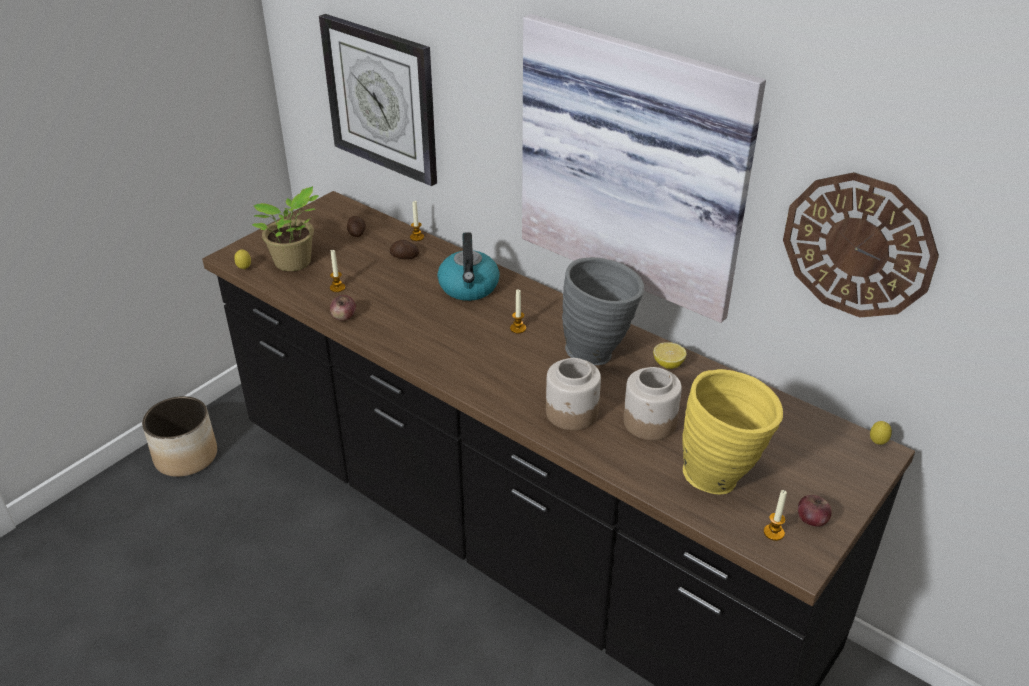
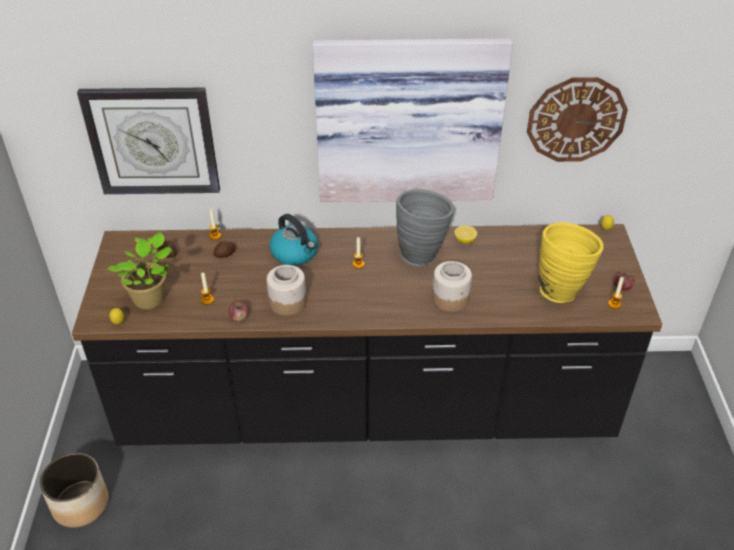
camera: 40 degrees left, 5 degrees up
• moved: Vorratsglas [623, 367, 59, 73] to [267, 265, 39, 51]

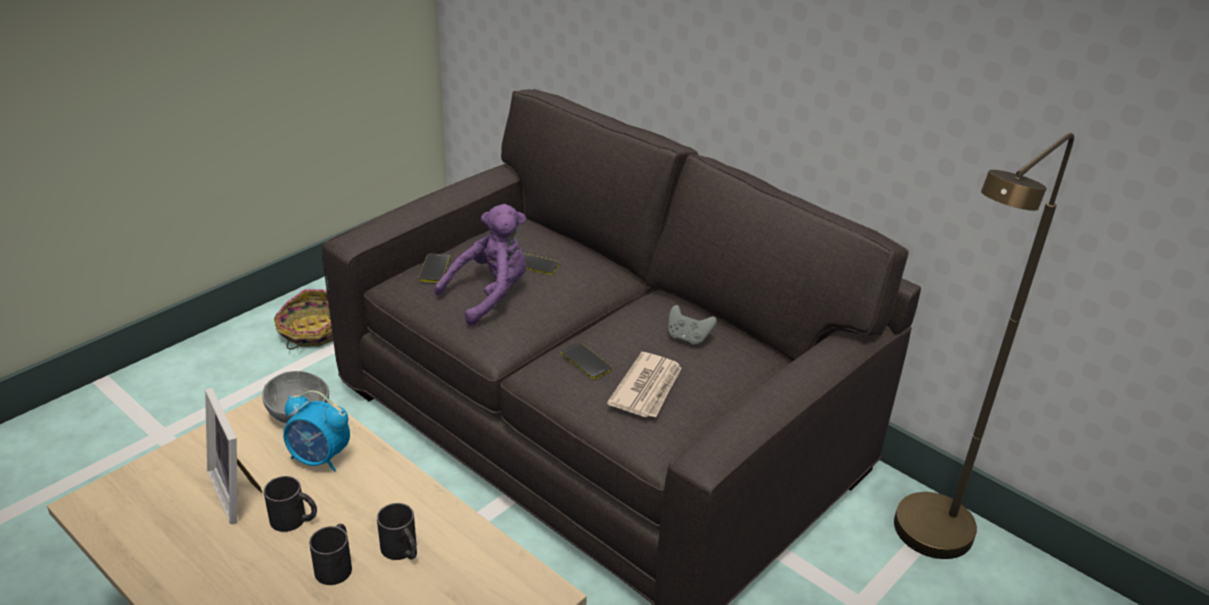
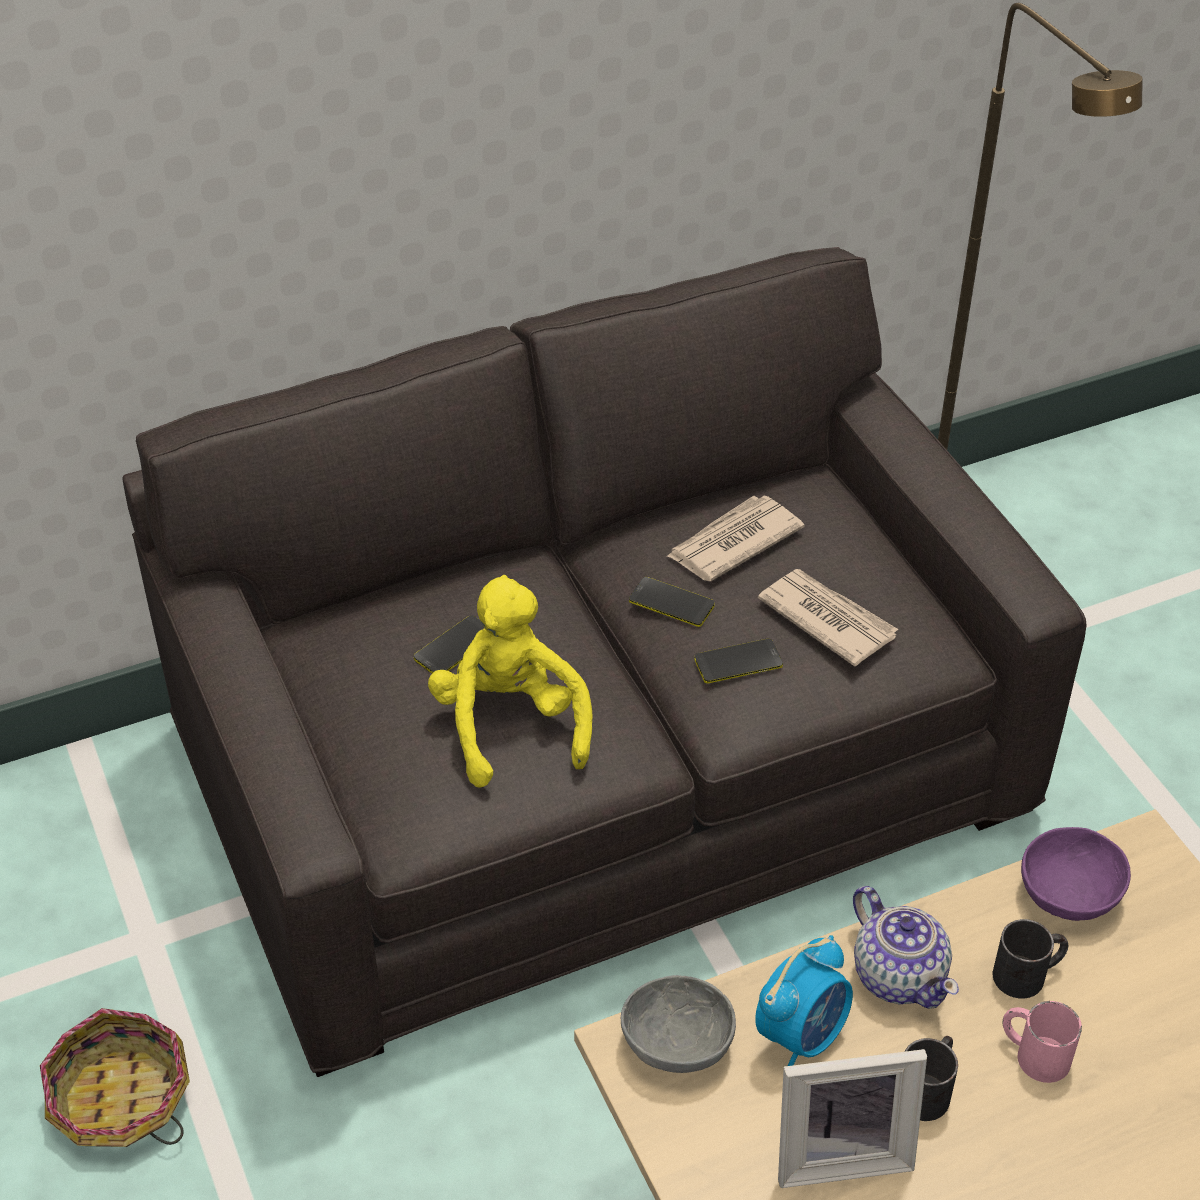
camera: 65 degrees left, 10 degrees up
• recoloured: Henkelbecher/schwarz [309, 524, 43, 61] to Henkelbecher/rosa [1002, 1001, 80, 82]
• moved: Handy [419, 253, 31, 29] to [629, 577, 86, 50]
• recoloured: Plüschtier/lila [434, 204, 93, 122] to Plüschtier/gelb [428, 575, 164, 213]
• replaced: Gamepad/grau [668, 305, 49, 41] to Zeitung [666, 496, 139, 85]
• added: Teekanne [853, 886, 106, 123]
• added: Schüssel/lila [1021, 827, 110, 94]

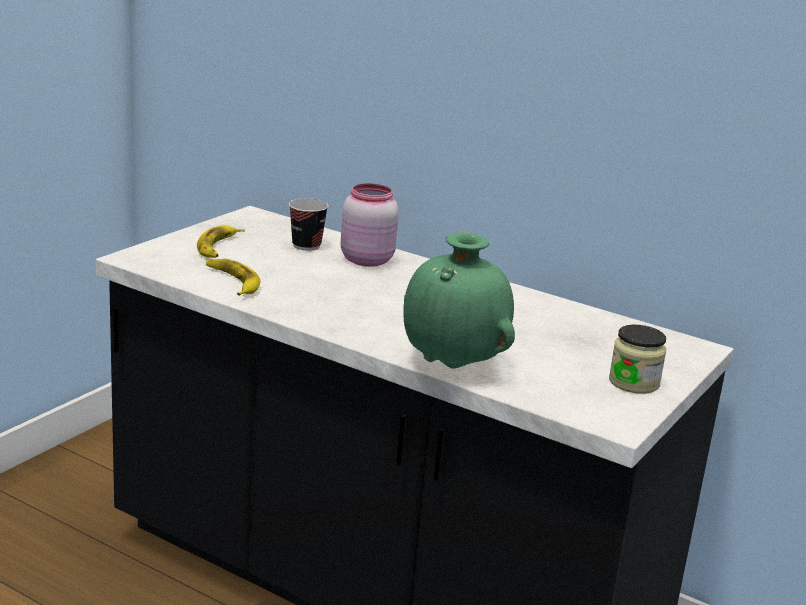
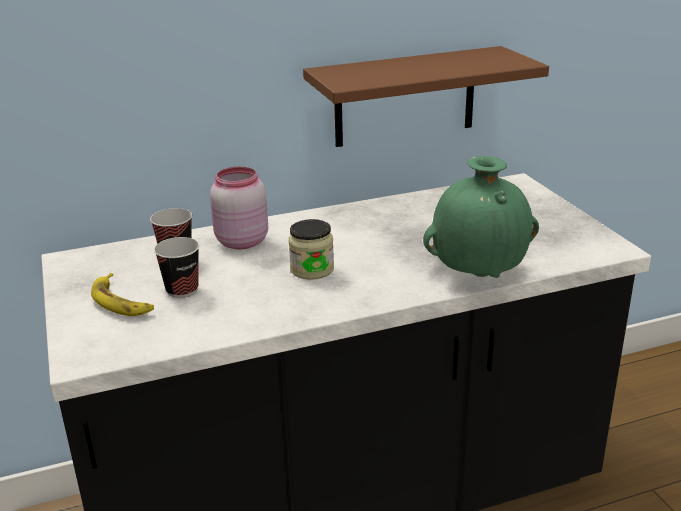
camera: 50 degrees left, 5 degrees up
• removed: Banane [206, 259, 54, 37]
• moved: Vorratsglas [609, 325, 57, 69] to [288, 219, 46, 61]
• added: Tasse [154, 237, 45, 61]
• added: Wandregal/braun [303, 46, 246, 101]

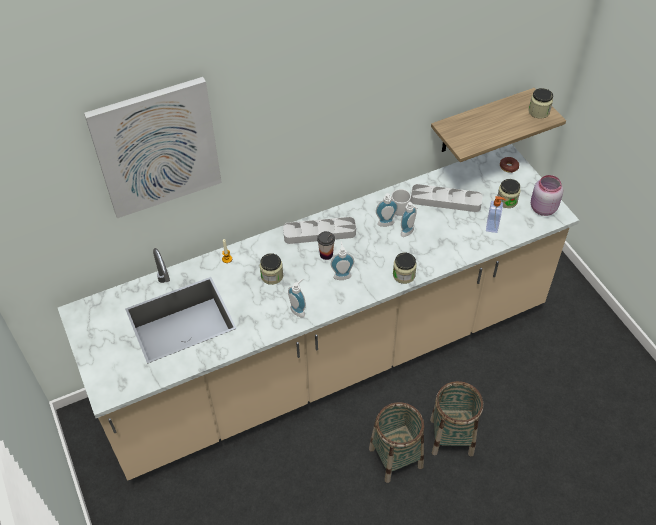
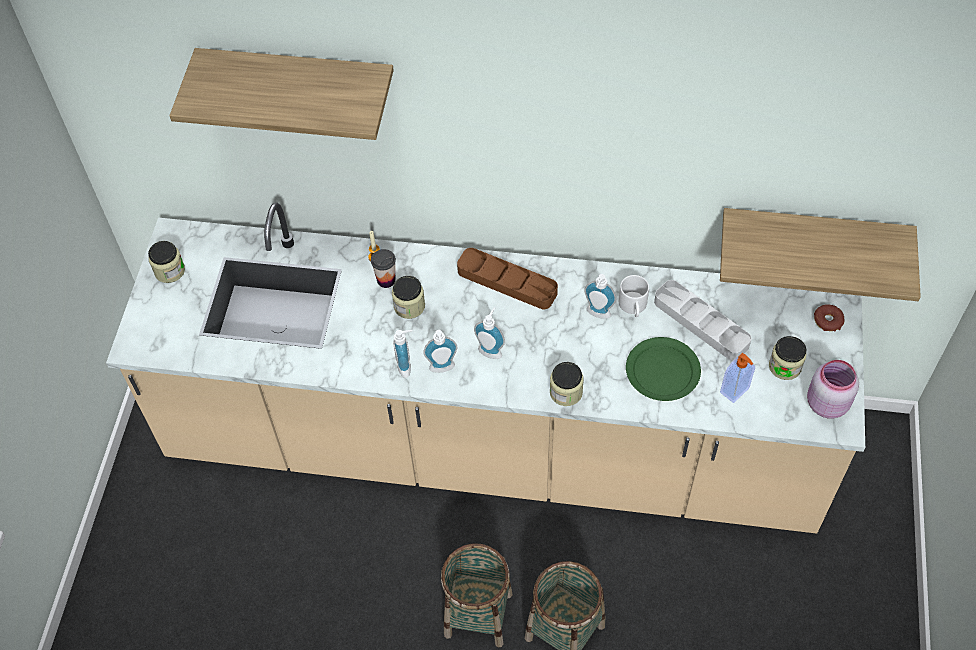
camera: 35 degrees right, 5 degrees up
• replaced: Bild [84, 77, 138, 141] to Wandregal [169, 48, 225, 92]
• recoloured: Tablett/grau [283, 217, 73, 27] to Tablett/braun [457, 248, 101, 61]
• moved: Tasse [317, 231, 18, 29] to [371, 249, 25, 39]
• moved: Seifenspender [401, 202, 16, 35] to [423, 330, 34, 43]
• moved: Vorratsglas [528, 88, 25, 31] to [148, 241, 37, 42]
• added: Teller/grün [626, 337, 75, 64]

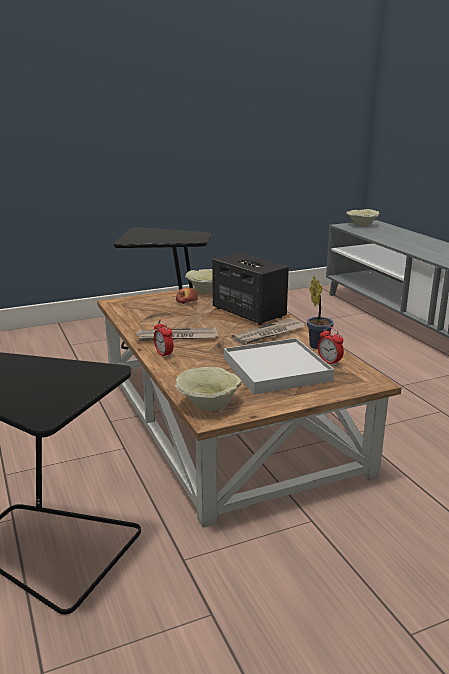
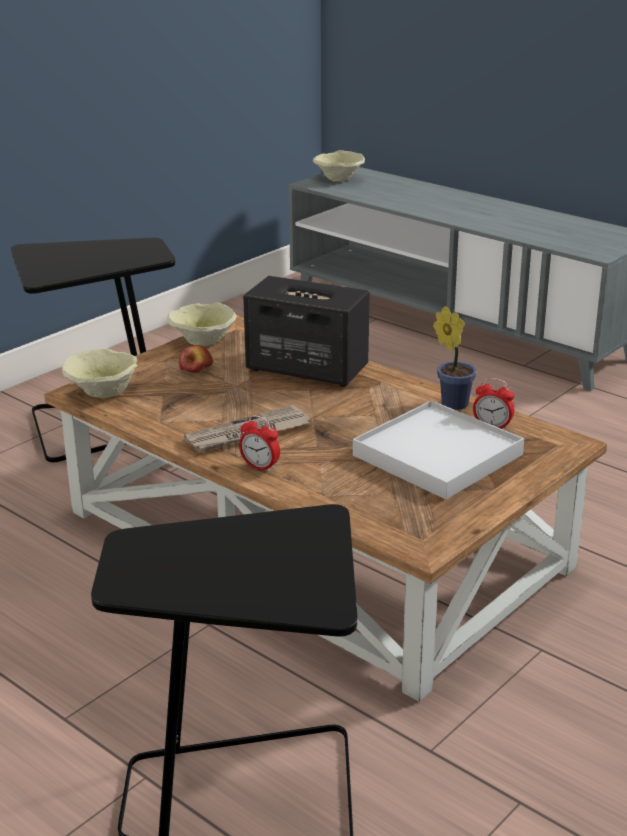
camera: 25 degrees left, 5 degrees up
• moved: Schüssel/beige [175, 367, 67, 44] to [62, 349, 76, 49]
• removed: Zeitung [232, 318, 74, 27]

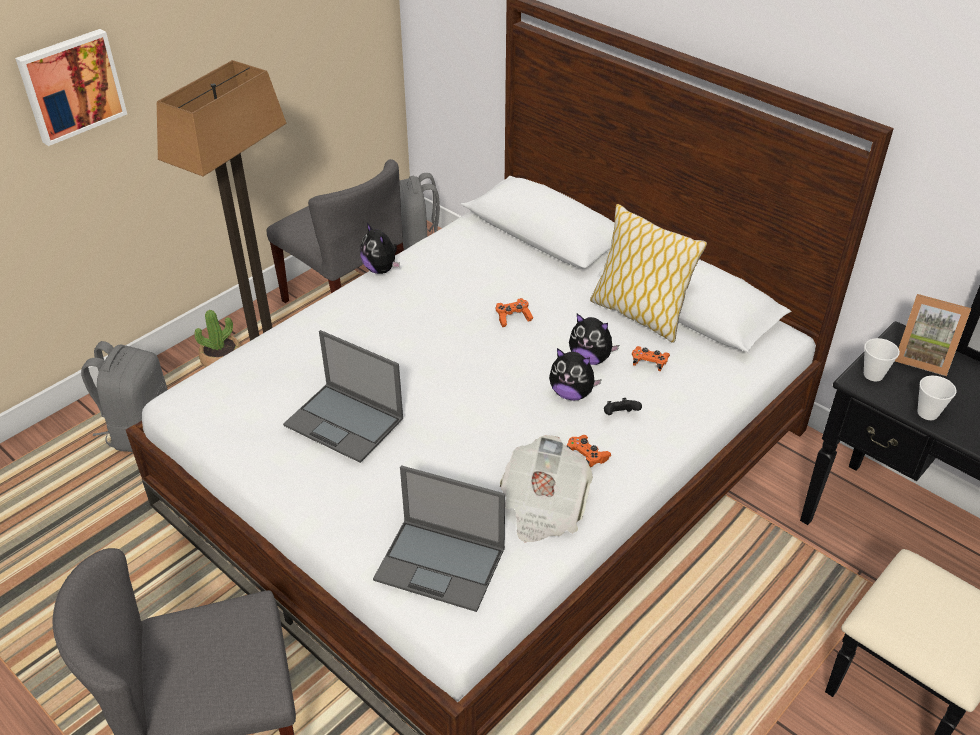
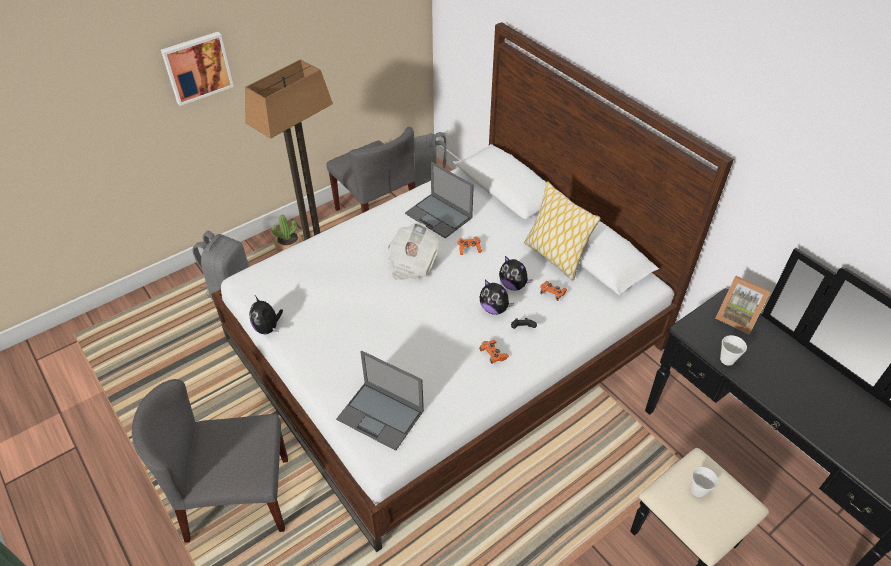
camera: 10 degrees right, 5 degrees up
• moved: Laptop [283, 330, 120, 133] to [405, 162, 69, 77]
• moved: Plüschtier [360, 223, 40, 51] to [249, 296, 34, 38]
• moved: Zeitung [500, 435, 93, 107] to [388, 223, 52, 57]
• moved: Tasse [864, 338, 36, 44] to [691, 467, 27, 30]

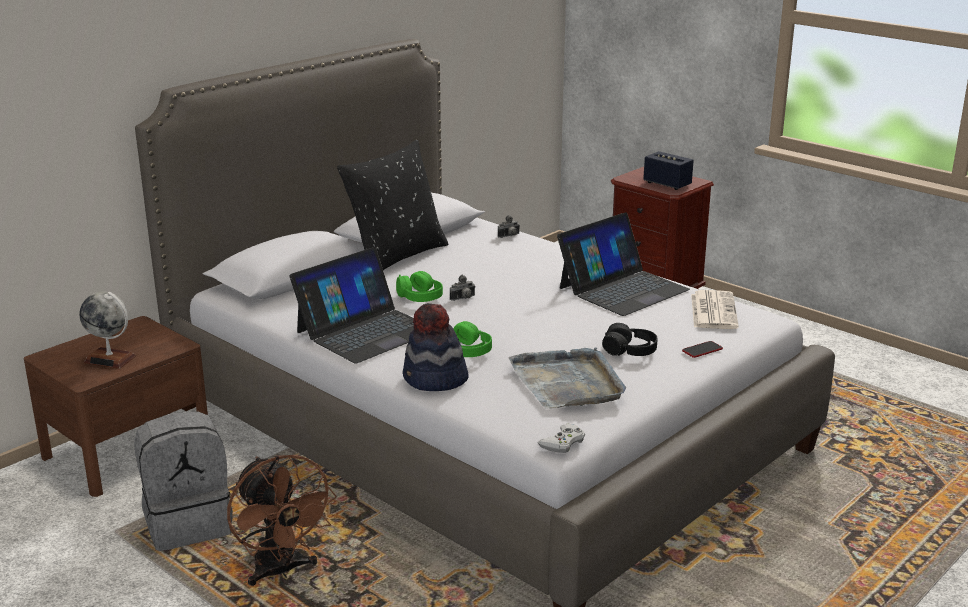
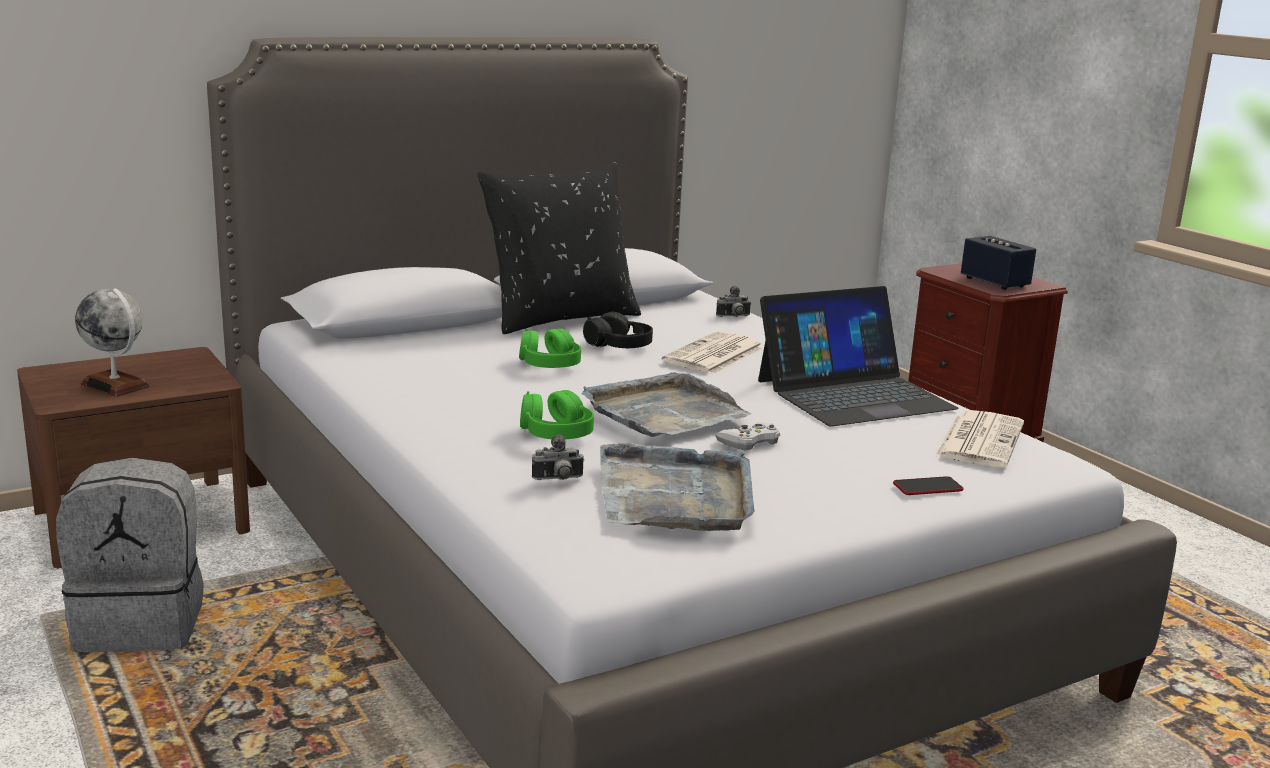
camera: 15 degrees right, 5 degrees down
• removed: Ventilator/braun [227, 455, 110, 131]
• removed: Laptop [290, 247, 124, 117]
• removed: Hut [403, 303, 66, 88]
• moved: Kamera [450, 275, 26, 26] to [532, 434, 52, 46]
• moved: Gamepad/weiß [538, 424, 47, 29] to [715, 422, 65, 28]
• moved: Kopfhörer/schwarz [602, 323, 56, 33] to [583, 312, 70, 36]
• added: Tablett/grau [582, 372, 169, 65]
• added: Zeitung [662, 331, 102, 44]

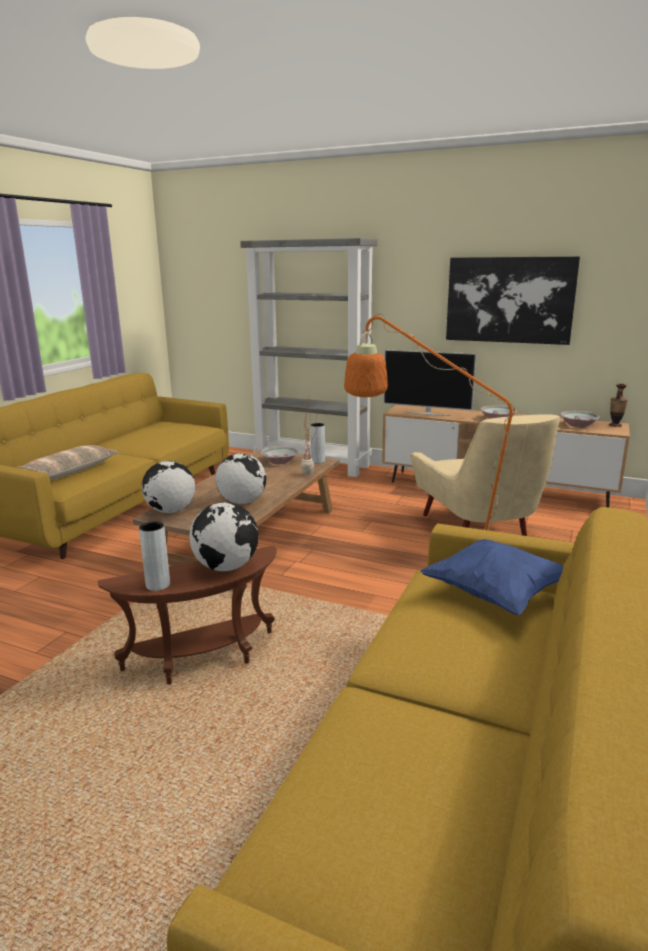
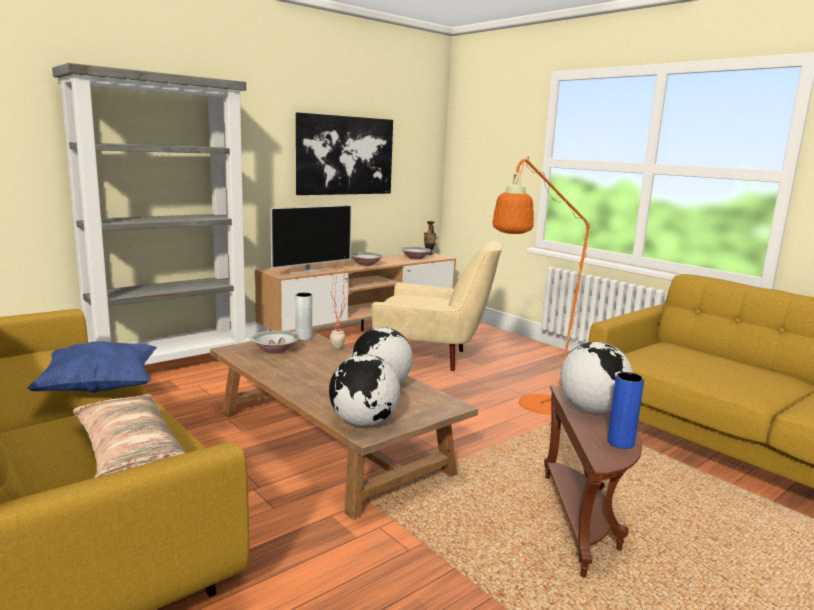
camera: 65 degrees left, 5 degrees down
• recoloured: Vase/grau [139, 522, 31, 69] to Vase/blau [607, 372, 37, 77]
• moved: Kissen/blau [420, 539, 143, 76] to [27, 341, 130, 52]

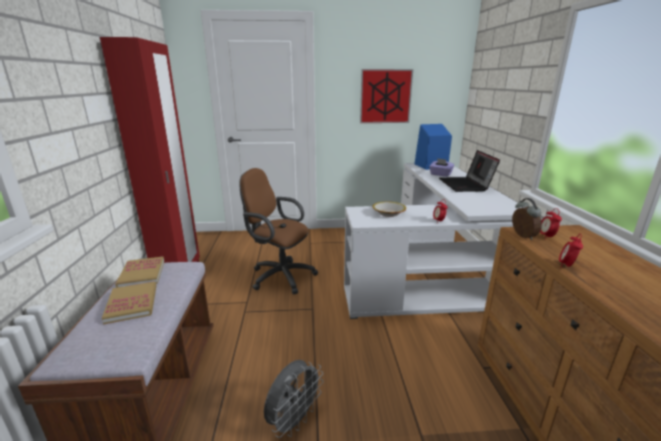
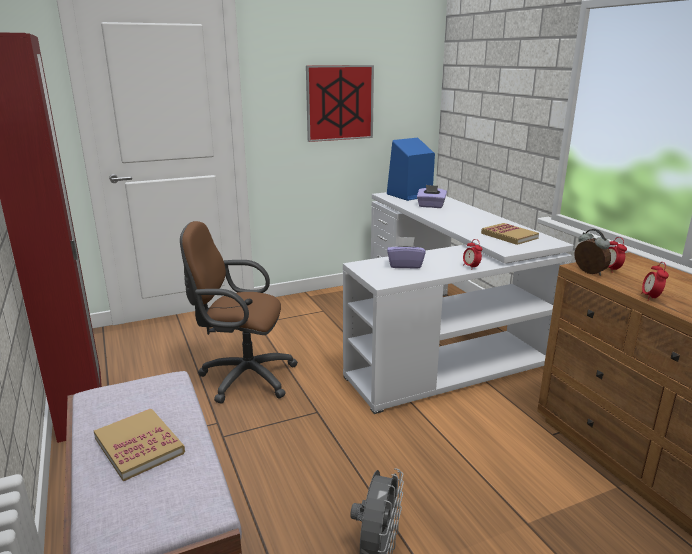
camera: 20 degrees left, 0 degrees up
• moved: Buch [115, 257, 49, 31] to [481, 223, 58, 22]
• replaced: Schüssel [373, 201, 33, 16] to Taschentuchbox/lila [387, 237, 39, 32]
• removed: Laptop [439, 150, 61, 42]

